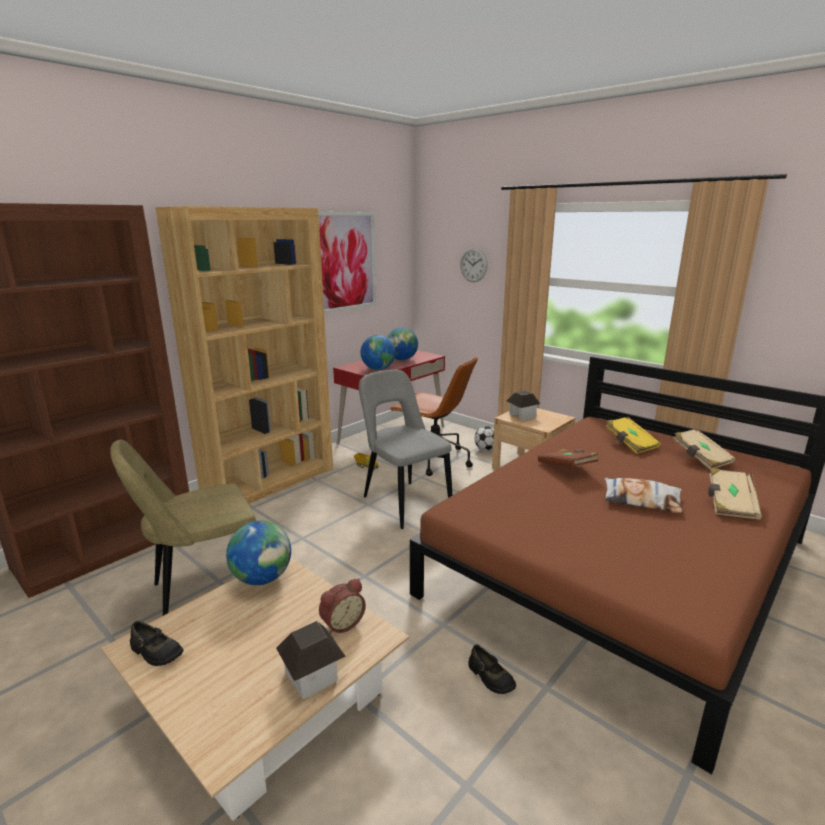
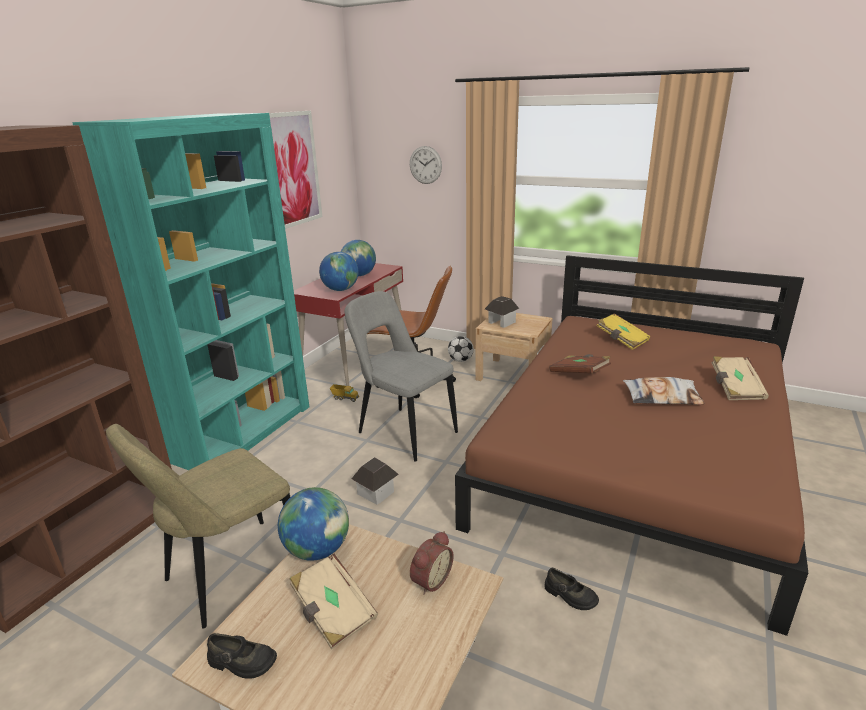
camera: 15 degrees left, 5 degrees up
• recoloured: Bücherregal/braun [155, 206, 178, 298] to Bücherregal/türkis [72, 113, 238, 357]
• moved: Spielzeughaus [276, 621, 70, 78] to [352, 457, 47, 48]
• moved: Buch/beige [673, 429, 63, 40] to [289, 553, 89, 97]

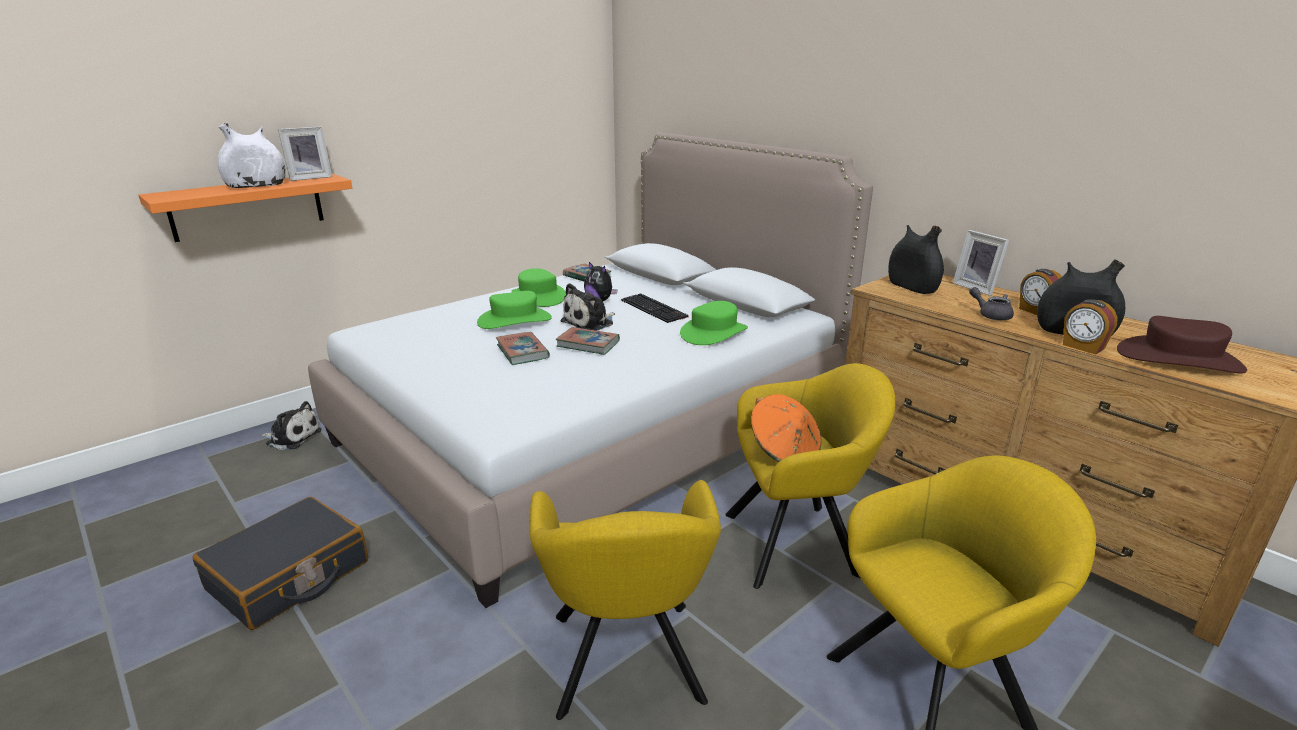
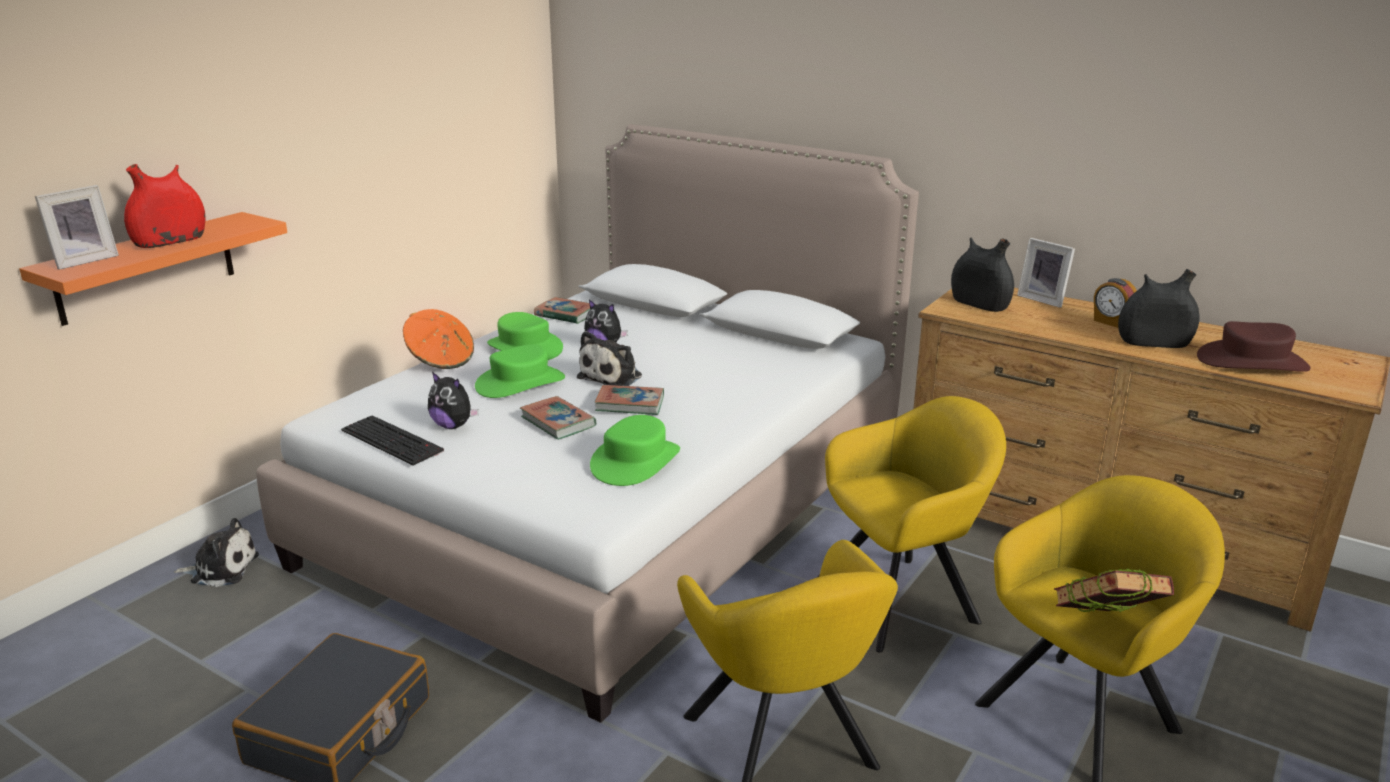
camera: 15 degrees left, 0 degrees up
• recoloured: Vase/weiß [218, 123, 68, 65] to Vase/rot [124, 164, 81, 84]
• moved: Bilderrahmen [278, 126, 54, 55] to [35, 185, 84, 85]
• moved: Tastatur [621, 294, 68, 29] to [341, 415, 103, 50]
• moved: Hut/grün [680, 301, 68, 44] to [590, 415, 90, 71]
• moved: Hut/orange [751, 394, 70, 68] to [403, 309, 71, 60]
• removed: Teekanne/grau [969, 287, 45, 33]
• removed: Wecker [1063, 299, 55, 56]
• added: Plüschtier [428, 372, 51, 57]
• added: Buch [1054, 568, 120, 44]

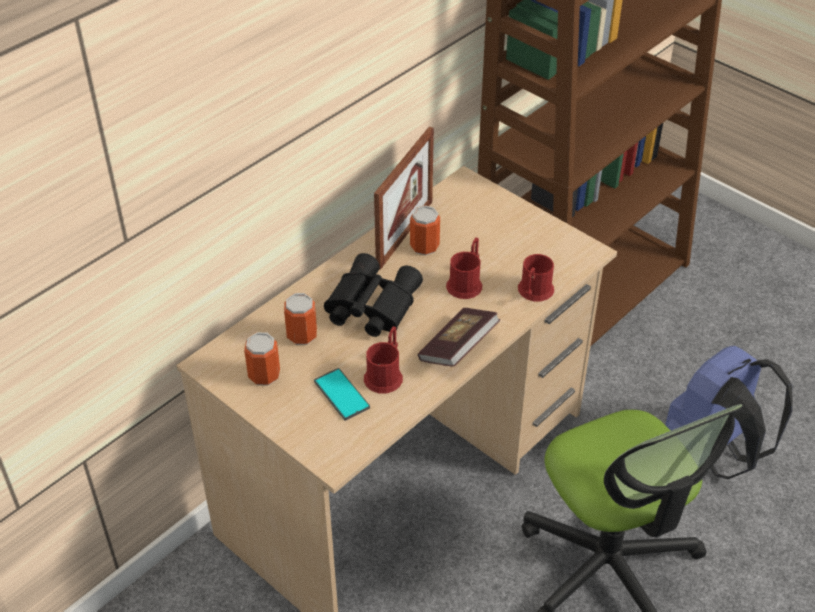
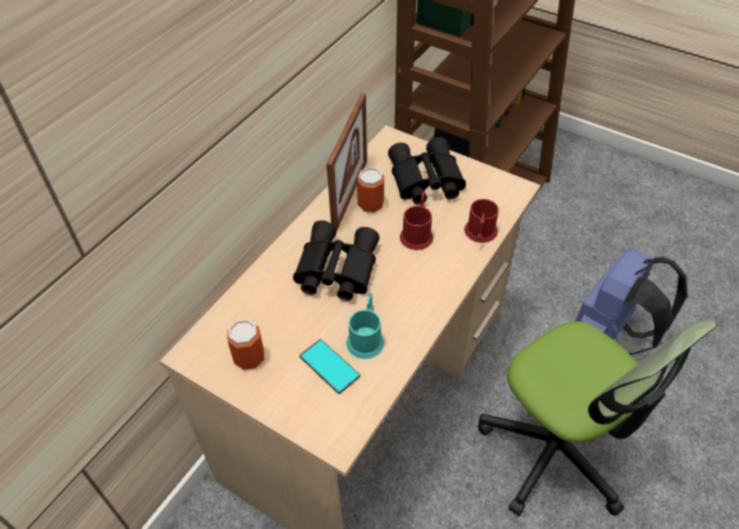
camera: 10 degrees left, 5 degrees up
• removed: Dose [284, 293, 33, 52]
• recoloured: Henkelbecher/rot [364, 327, 39, 66] to Henkelbecher/türkis [346, 293, 38, 66]
• removed: Buch [418, 308, 82, 59]
• added: Fernglas/schwarz [388, 137, 78, 67]

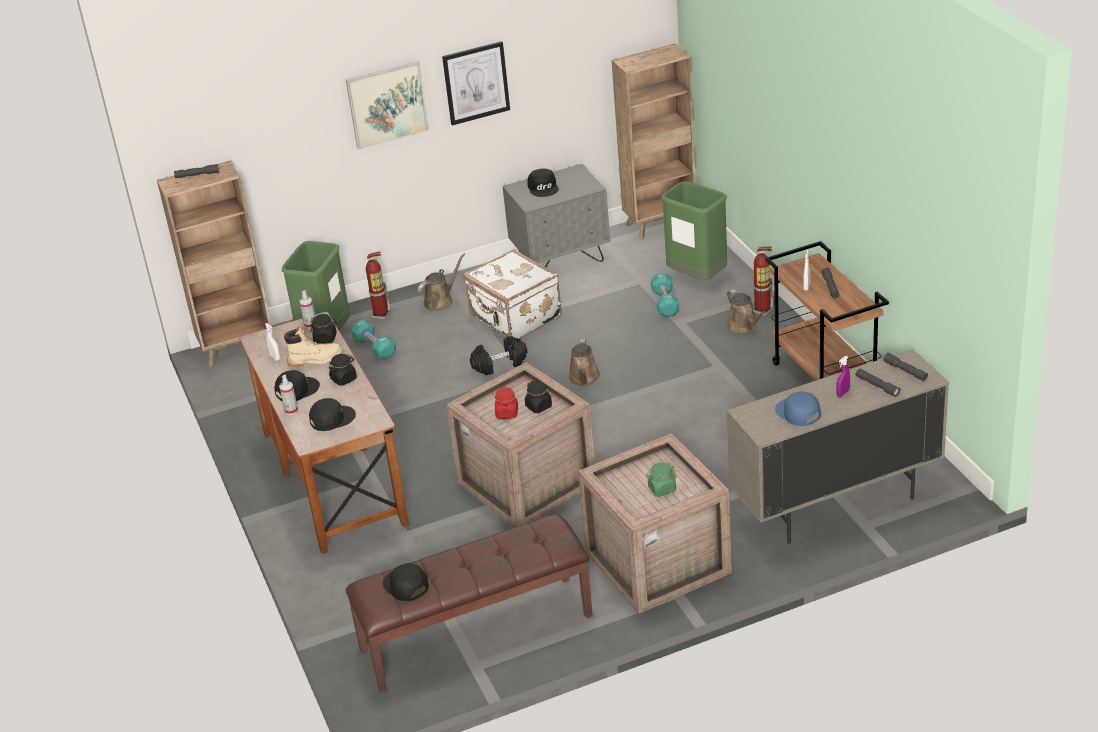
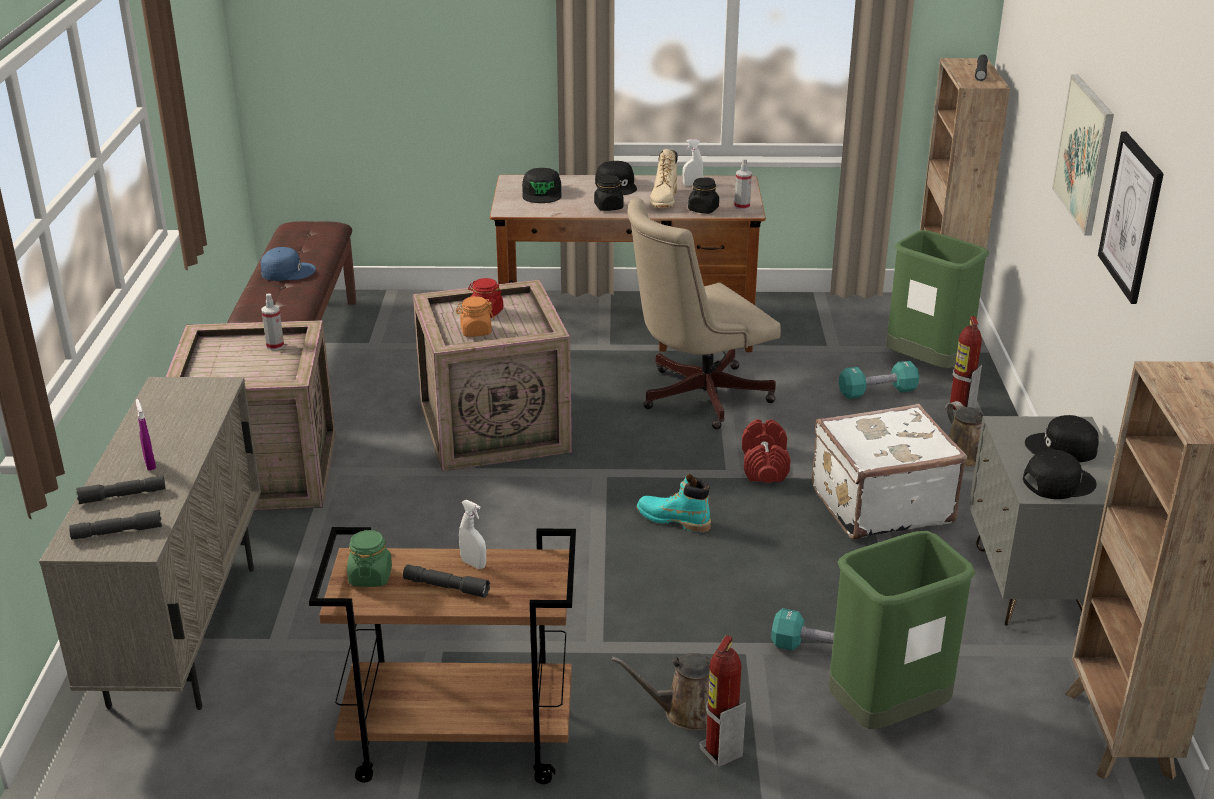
camera: 110 degrees right, 5 degrees down
• moved: Sprühflasche [279, 375, 19, 40] to [261, 293, 23, 57]
• moved: Kappe/schwarz [383, 563, 46, 38] to [1023, 449, 74, 50]
• recoloured: Hantel/schwarz [470, 336, 58, 39] to Hantel/rot [742, 419, 49, 64]
• recoloured: Vorratsglas/schwarz [525, 381, 27, 32] to Vorratsglas/orange [456, 296, 38, 41]
• replaced: Gießkanne/braun [569, 338, 31, 47] to Stiefel/türkis [637, 474, 74, 58]
• moved: Vorratsglas/grün [646, 462, 30, 35] to [347, 530, 45, 57]
• moved: Kappe/blau [775, 392, 46, 34] to [260, 247, 56, 34]
• added: Bürostuhl/beige [627, 198, 154, 231]

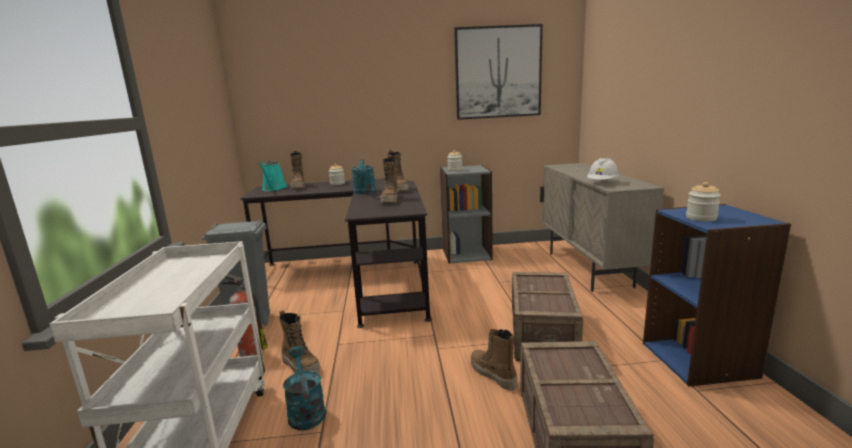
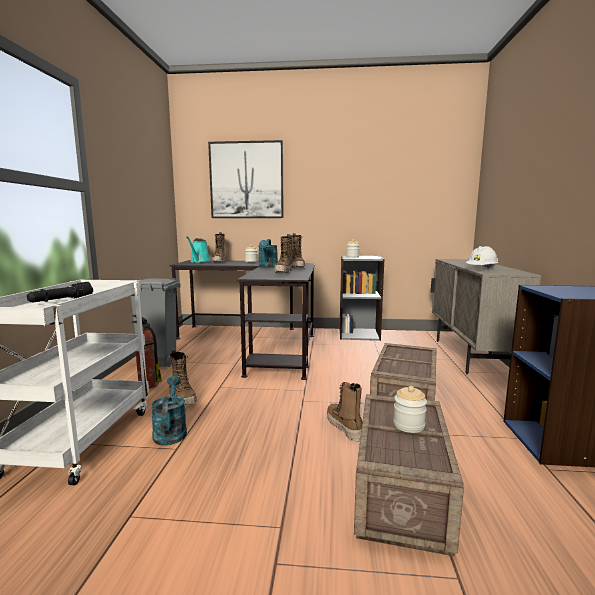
camera: 10 degrees right, 5 degrees down
• moved: Bild [454, 24, 89, 96] to [208, 140, 76, 78]
• moved: Vorratsglas [686, 182, 35, 39] to [393, 386, 34, 47]
• added: Taschenlampe/schwarz [27, 282, 66, 21]

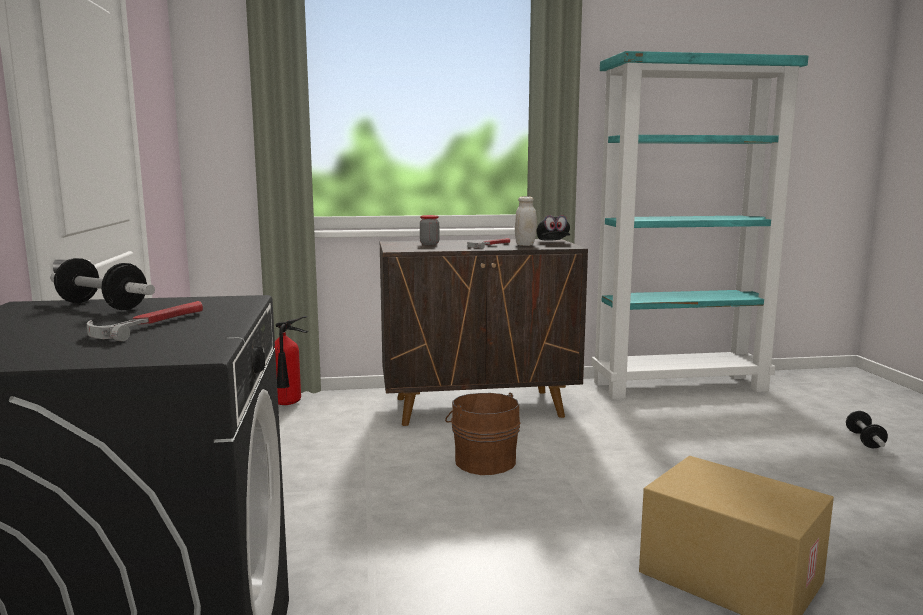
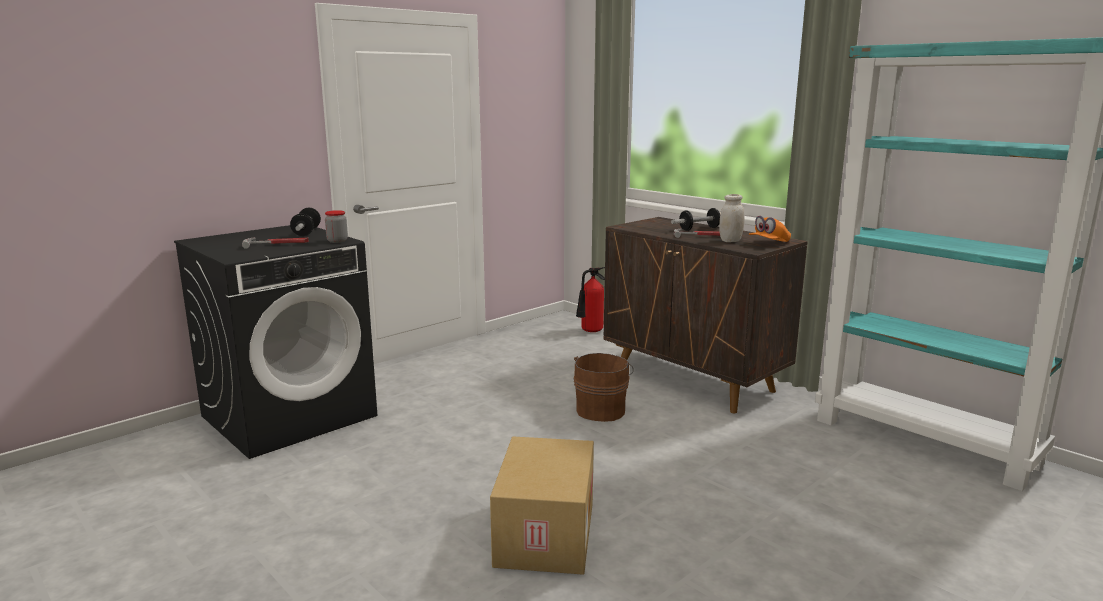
camera: 55 degrees right, 5 degrees up
• moved: Vorratsglas [420, 215, 19, 30] to [325, 210, 23, 33]
• recoloured: Kappe/schwarz [536, 215, 34, 26] to Kappe/orange [748, 216, 43, 26]
• moved: Hantel [846, 411, 42, 37] to [671, 208, 49, 23]

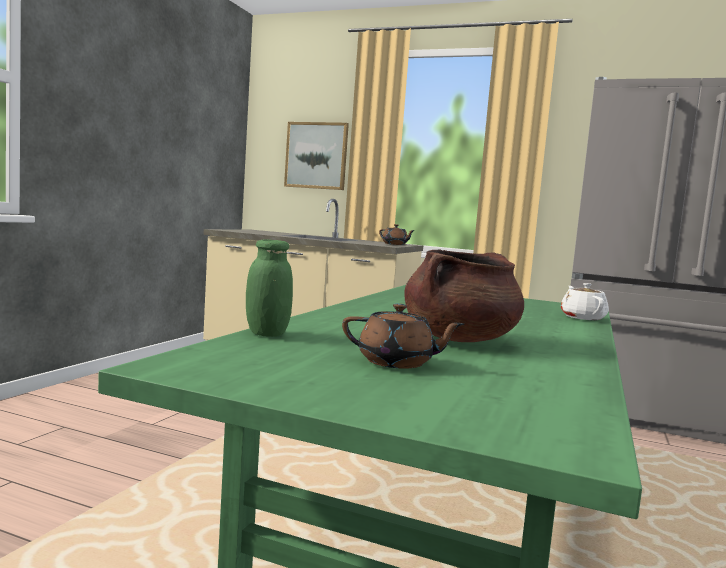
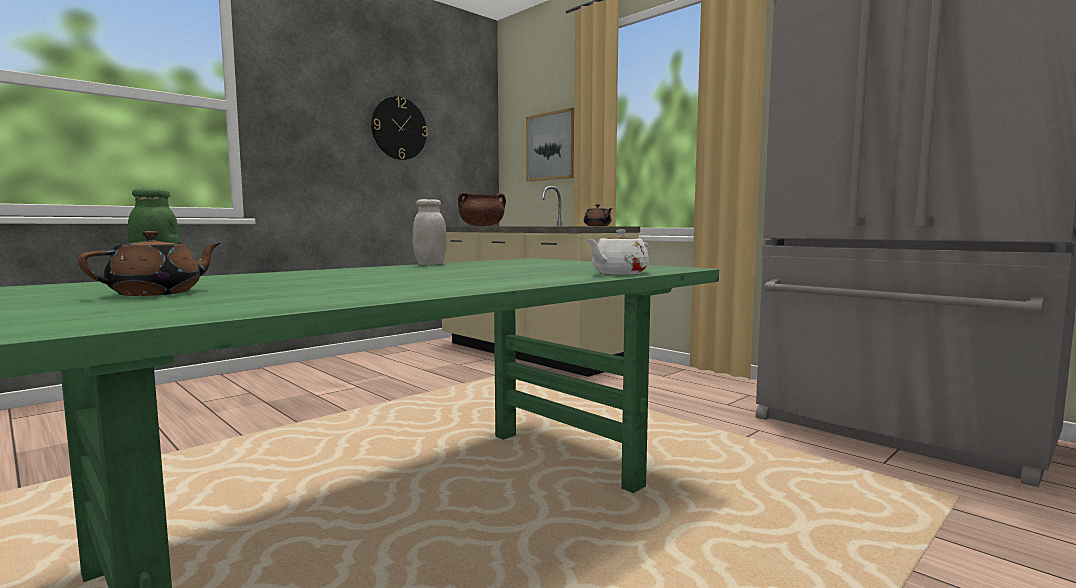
camera: 25 degrees right, 0 degrees up
• turned: Teekanne/braun [342, 304, 123, 65] = [78, 231, 143, 65] 90 degrees counterclockwise
• moved: Kochtopf/braun [404, 249, 120, 93] to [458, 193, 48, 33]
• turned: Teekanne/weiß [561, 283, 48, 37] = [588, 229, 61, 46] 150 degrees counterclockwise
• added: Wanduhr [371, 96, 57, 64]
• added: Vorratsglas/weiß [413, 199, 34, 66]

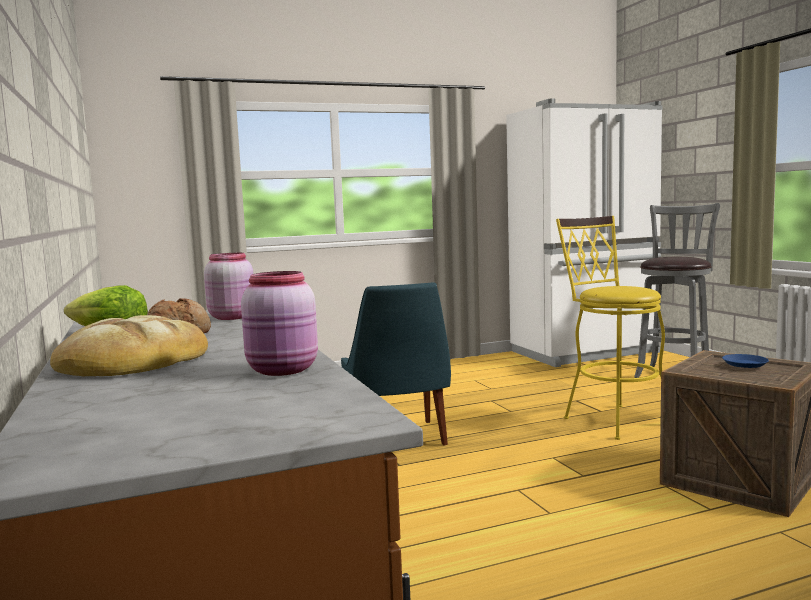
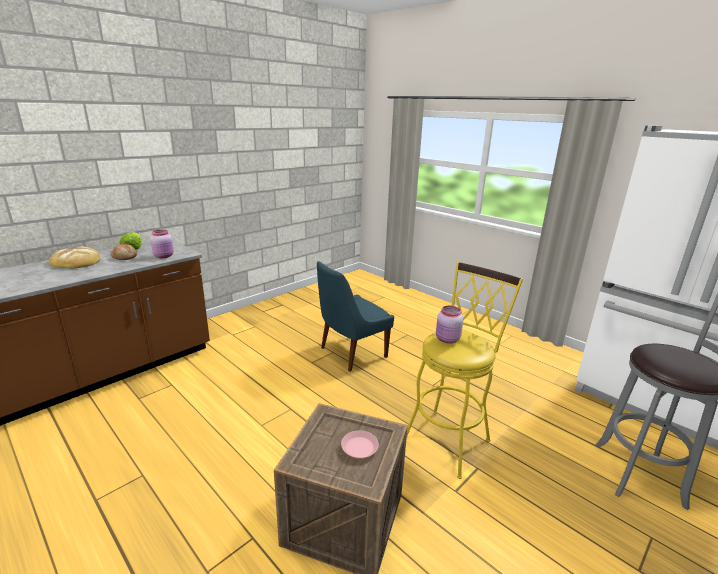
camera: 65 degrees right, 15 degrees up
• moved: Vorratsglas/rosa [241, 271, 77, 105] to [436, 306, 27, 38]
• recoloured: Teller/blau [722, 354, 47, 14] to Teller/rosa [341, 430, 38, 28]

